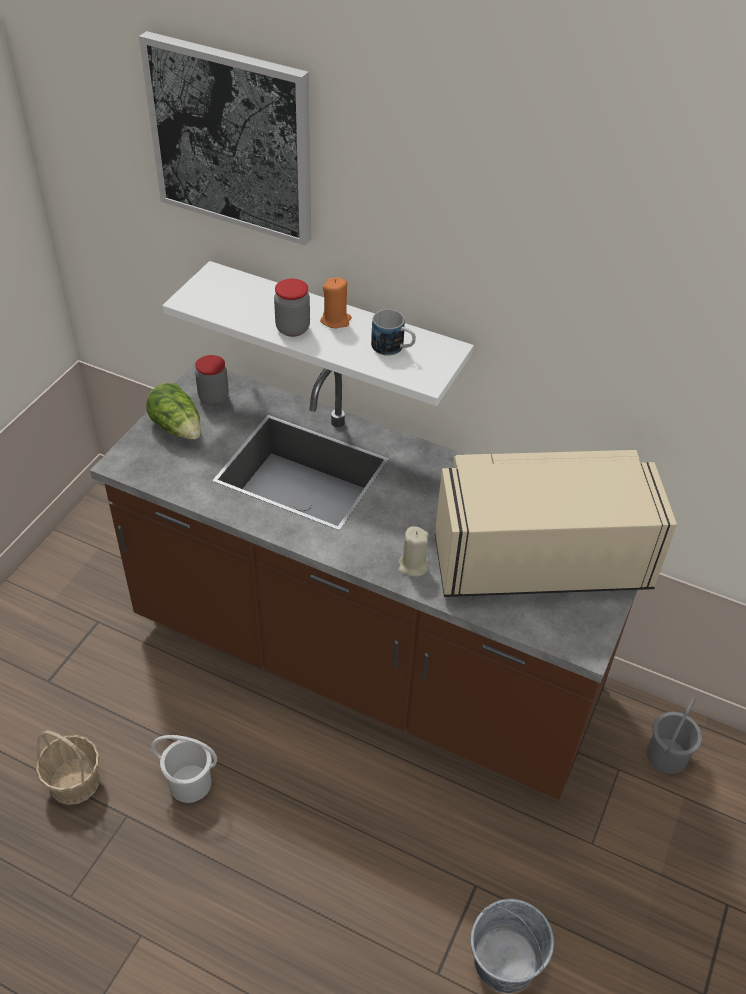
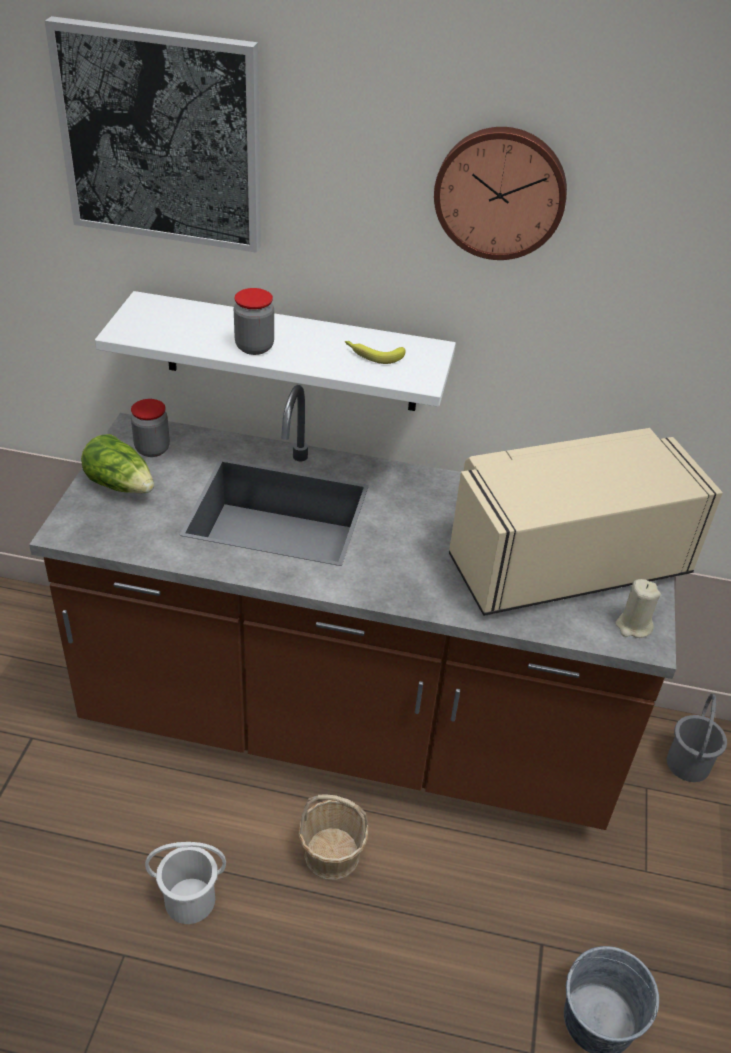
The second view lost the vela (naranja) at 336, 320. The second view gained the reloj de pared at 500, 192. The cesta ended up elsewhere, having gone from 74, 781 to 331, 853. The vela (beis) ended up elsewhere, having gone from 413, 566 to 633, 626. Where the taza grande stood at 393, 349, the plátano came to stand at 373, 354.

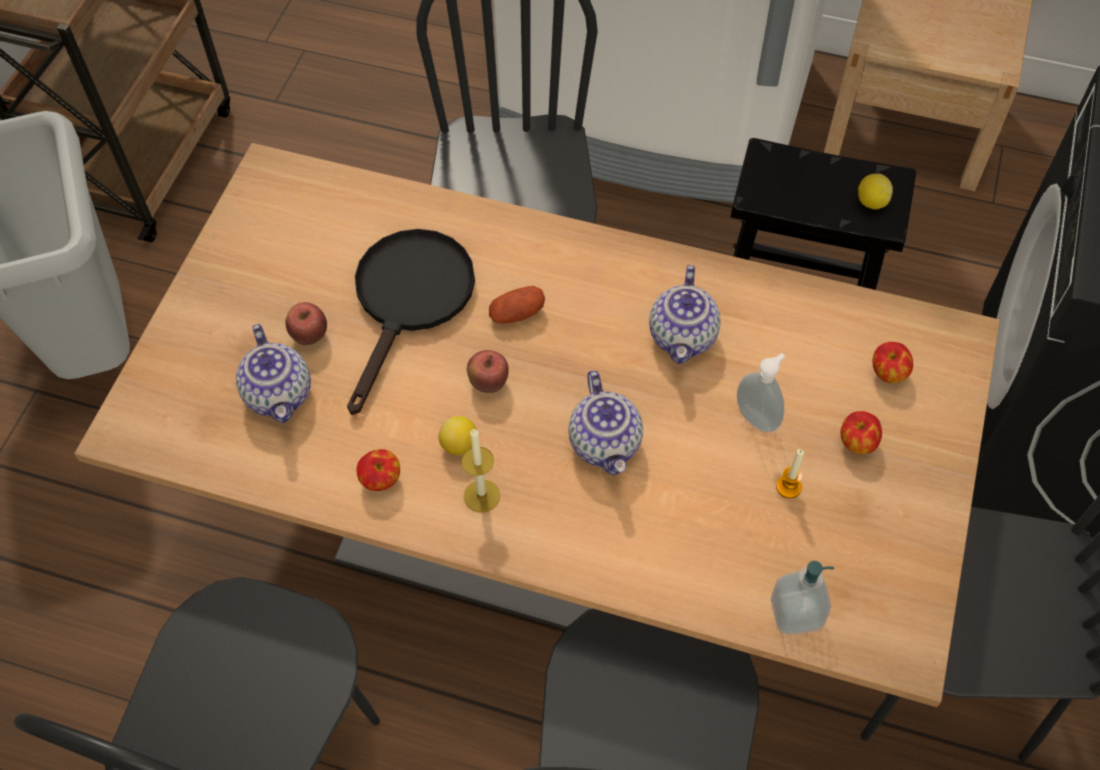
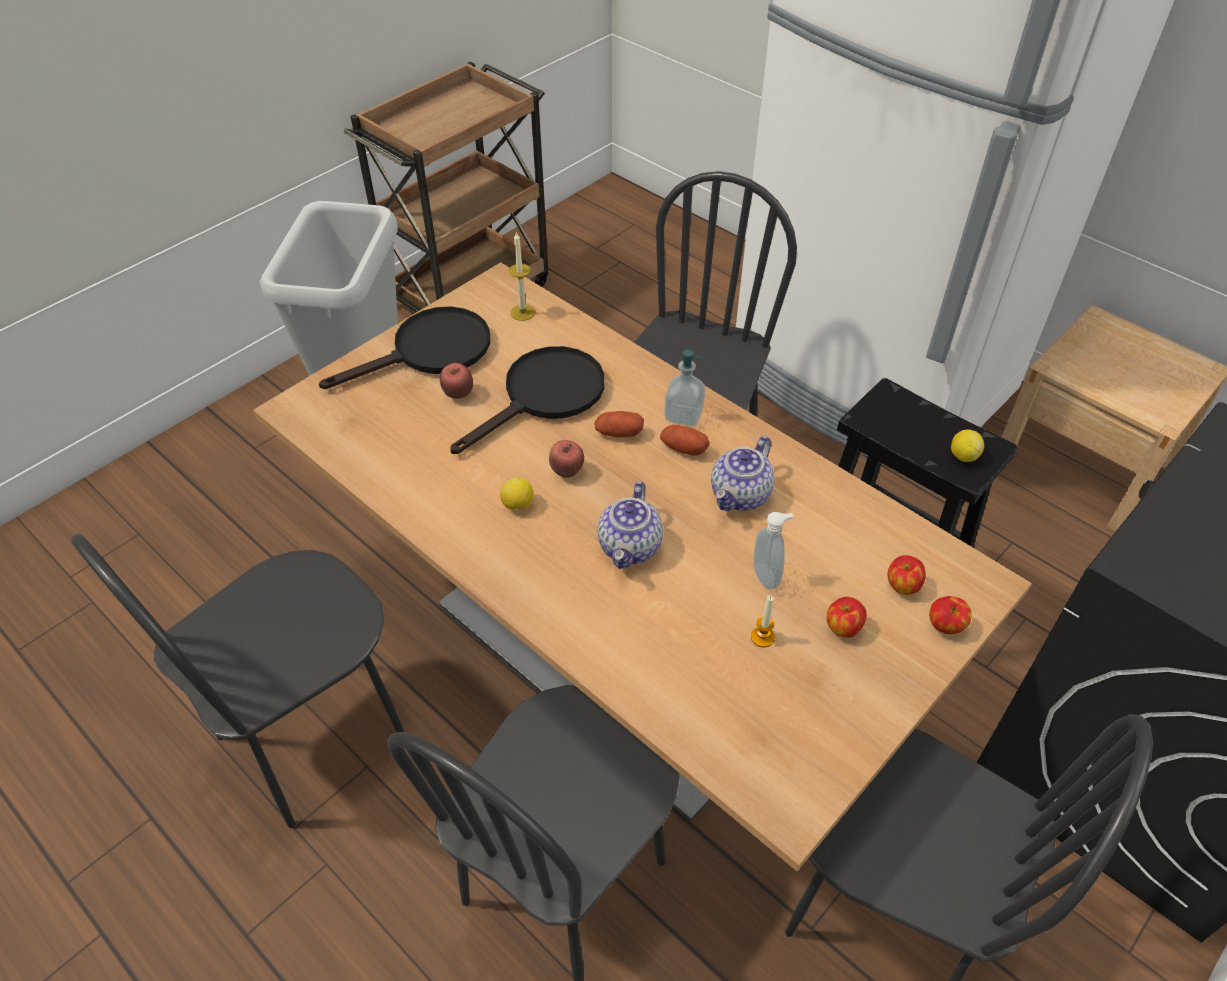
The second view lost the tetera at 280, 394. The second view gained the sartén (negro) at 430, 352. The second view gained the patata at 683, 448. The manzana ended up elsewhere, having gone from 381, 480 to 945, 626. The vela ended up elsewhere, having gone from 482, 496 to 523, 312. The dispensador de jabón ended up elsewhere, having gone from 796, 613 to 683, 415.

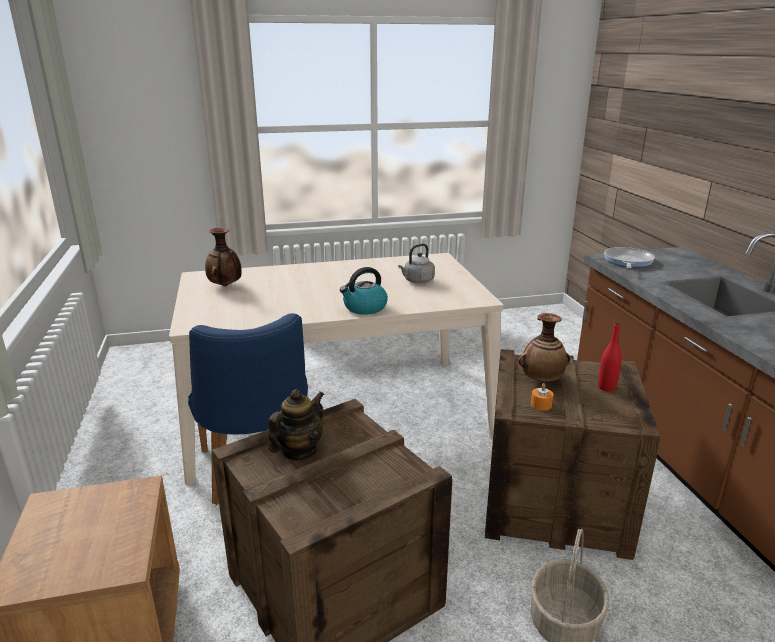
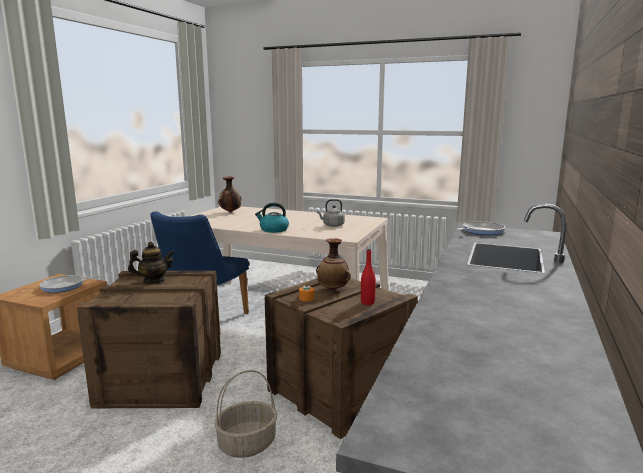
The second view gained the sartén at 65, 286.

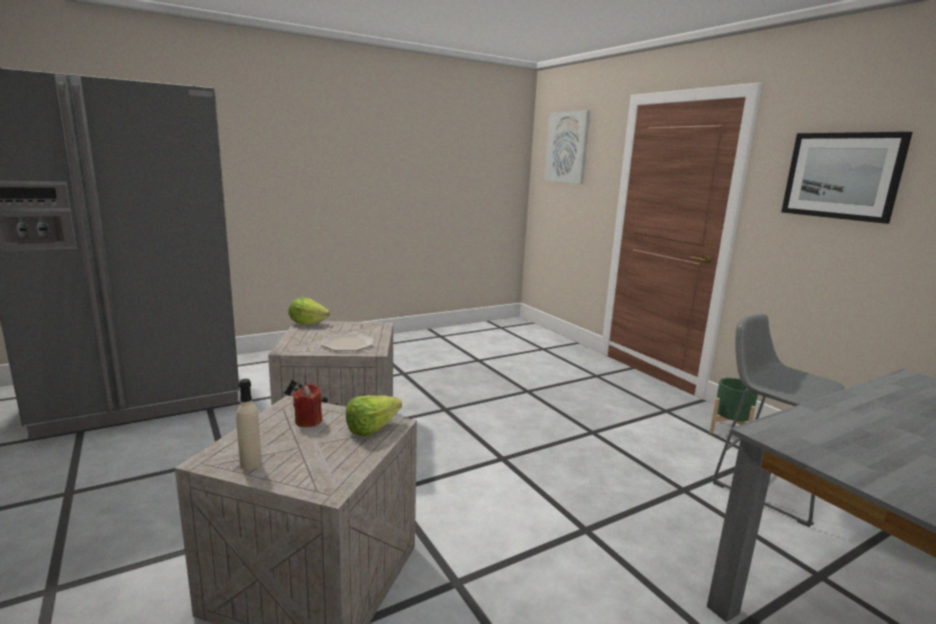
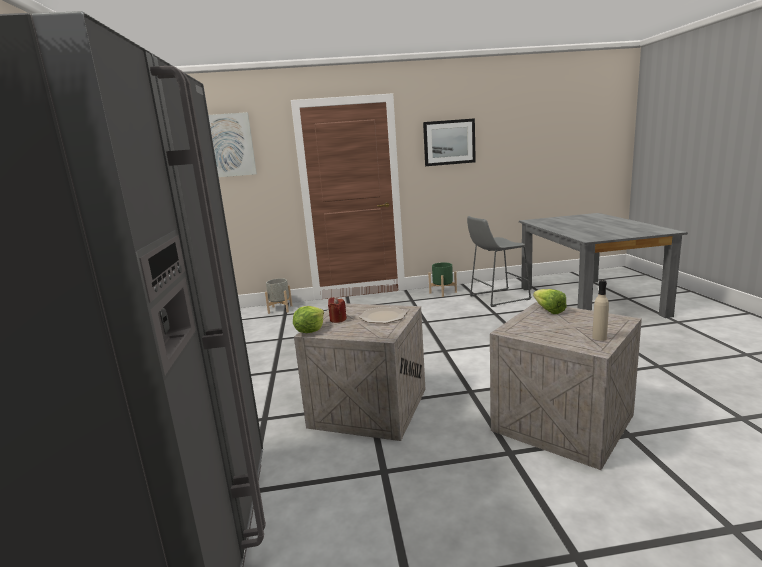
The second view gained the maceta (gris) at 280, 309. The vela (rojo) ended up elsewhere, having gone from 308, 421 to 338, 319.

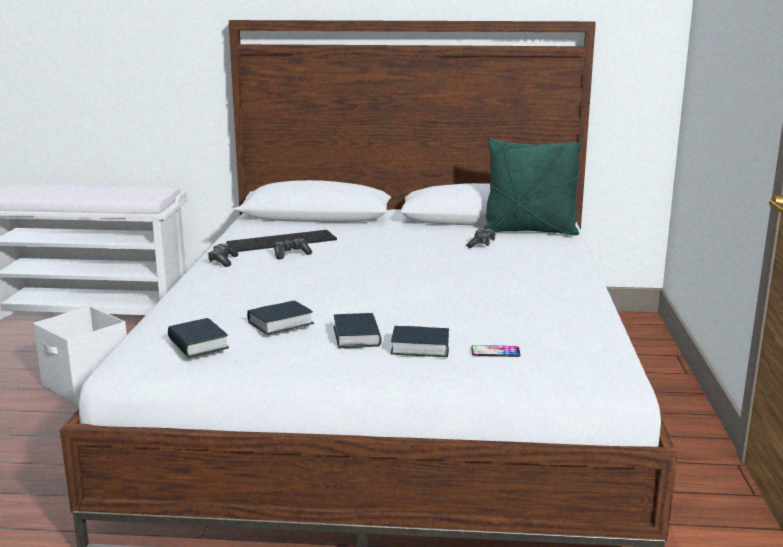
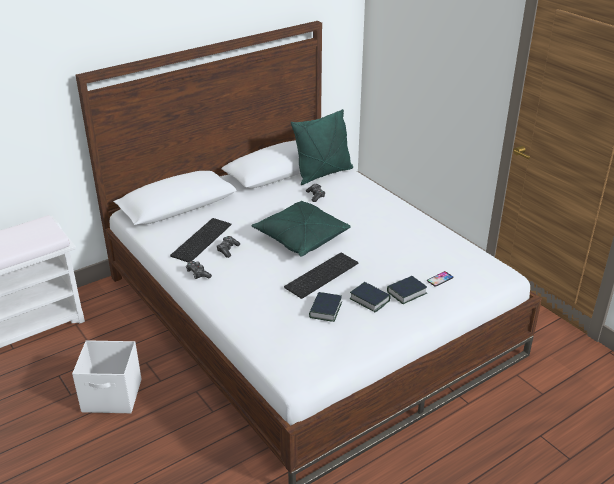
The second view lost the libro at 198, 344. The second view gained the cojín (verde) at 301, 238. The second view gained the teclado at 321, 274.

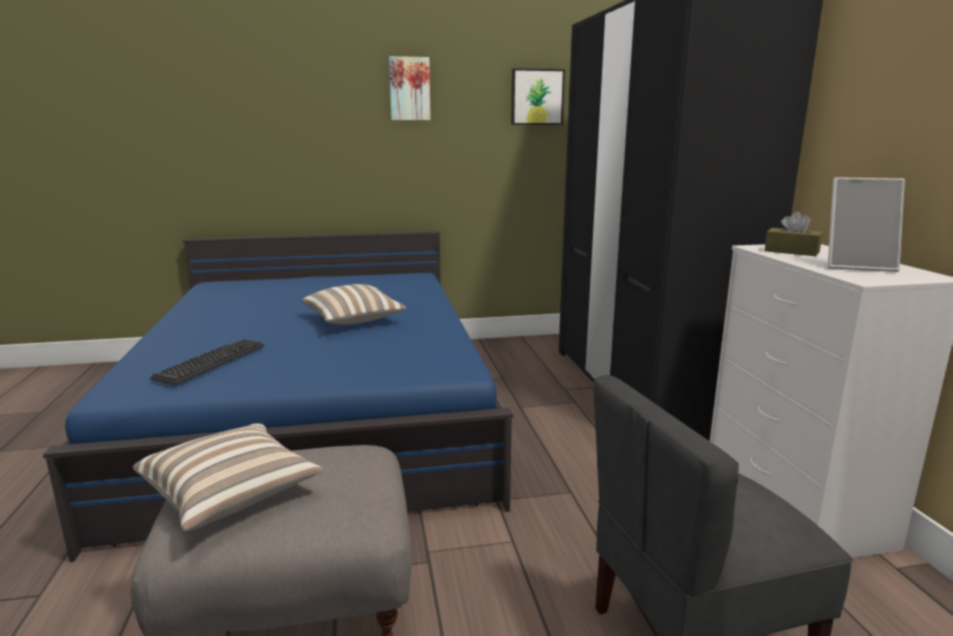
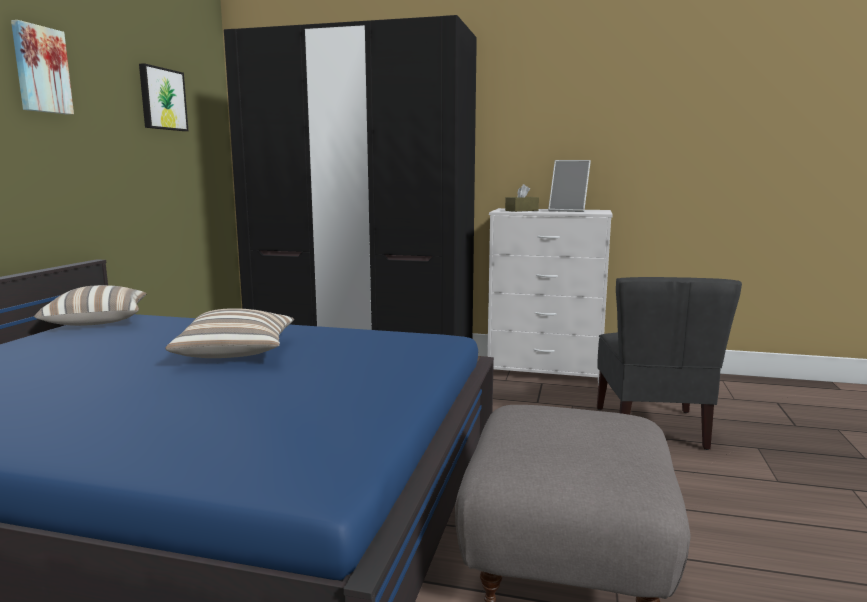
The second view lost the teclado at 211, 362. The cojín ended up elsewhere, having gone from 231, 494 to 97, 321. The portarretratos at 857, 266 ended up facing another way, 75 degrees clockwise from before.

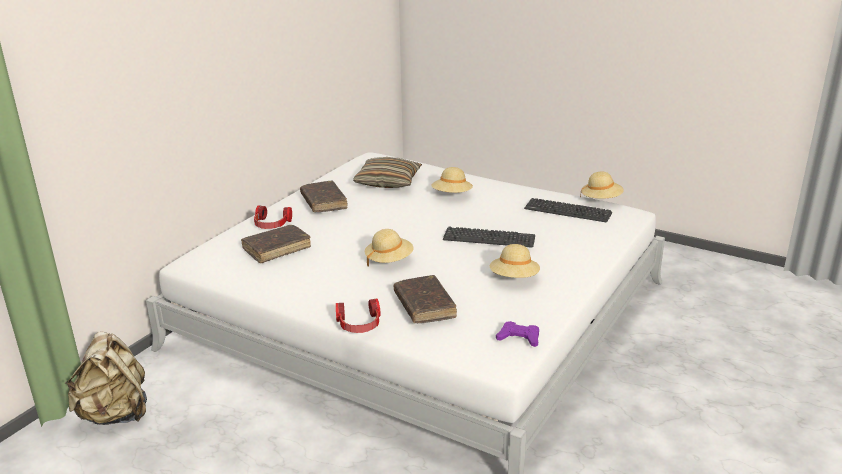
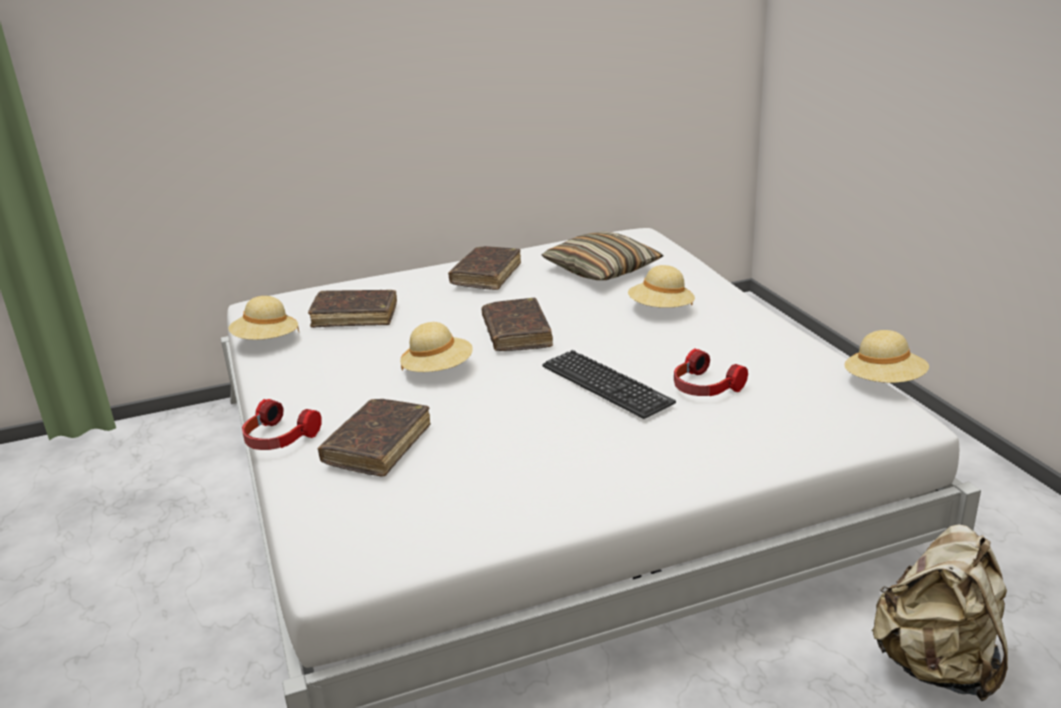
The second view lost the mando de consola (morado) at 519, 338. The second view lost the teclado at 567, 211. The second view gained the libro (marrón) at 516, 334. The mochila (beis) ended up elsewhere, having gone from 115, 414 to 937, 665. The auriculares ended up elsewhere, having gone from 271, 225 to 704, 388. The sombrero (beis) ended up elsewhere, having gone from 514, 278 to 266, 341.

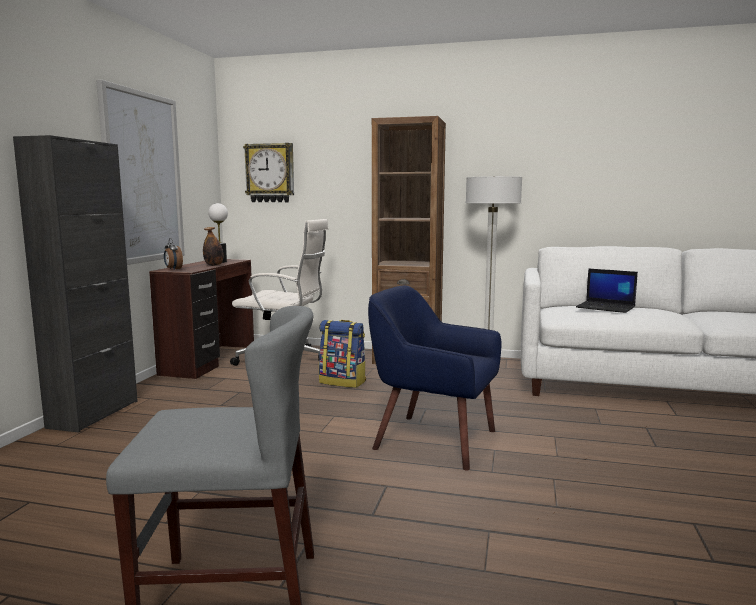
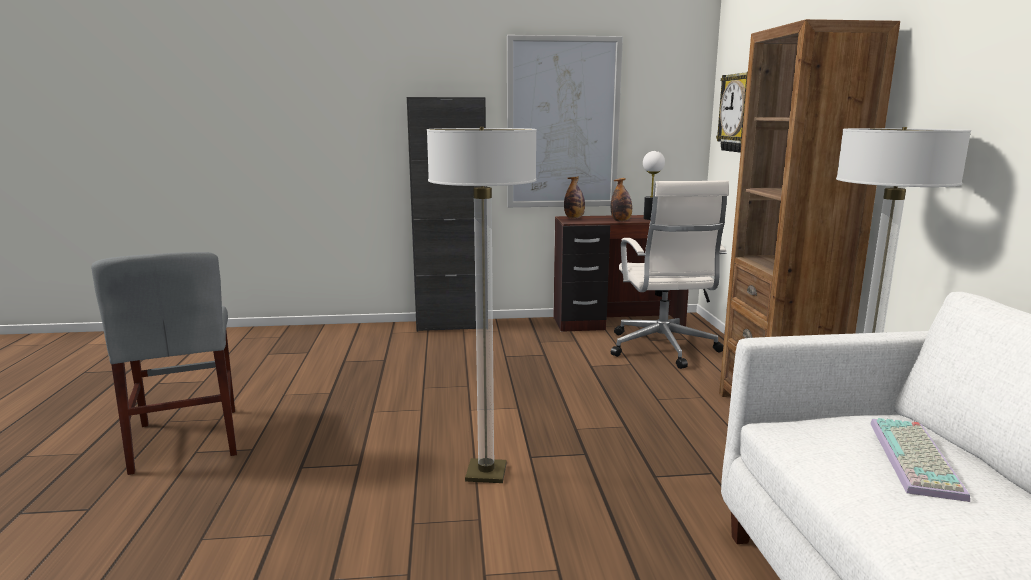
The second view lost the mochila at 343, 382. Where the despertador stood at 173, 269, the botella came to stand at 574, 218. Where the sillón (azul) stood at 433, 440, the lámpara de pie came to stand at 486, 473. Where the portátil stood at 606, 307, the teclado came to stand at 918, 459.

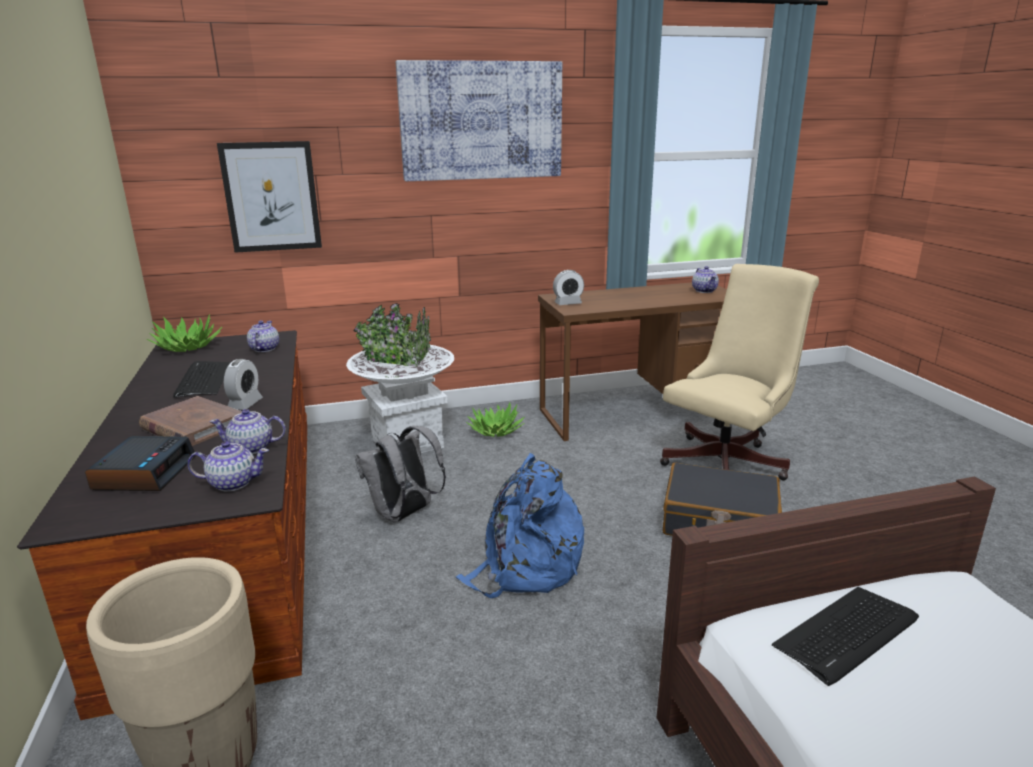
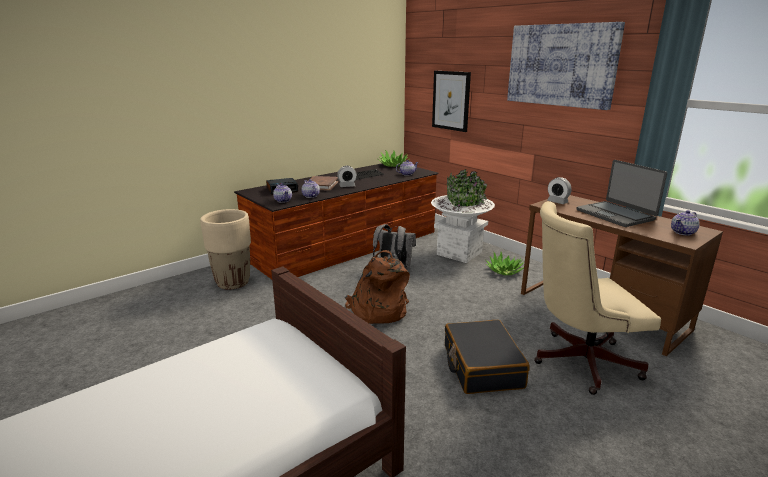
The second view lost the teclado at 847, 634. The second view gained the portátil at 615, 215. What was the mochila (azul) at 526, 566 turned into the mochila (marrón) at 377, 311. The silla de oficina (beis) at 729, 461 ended up facing another way, 150 degrees clockwise from before.

